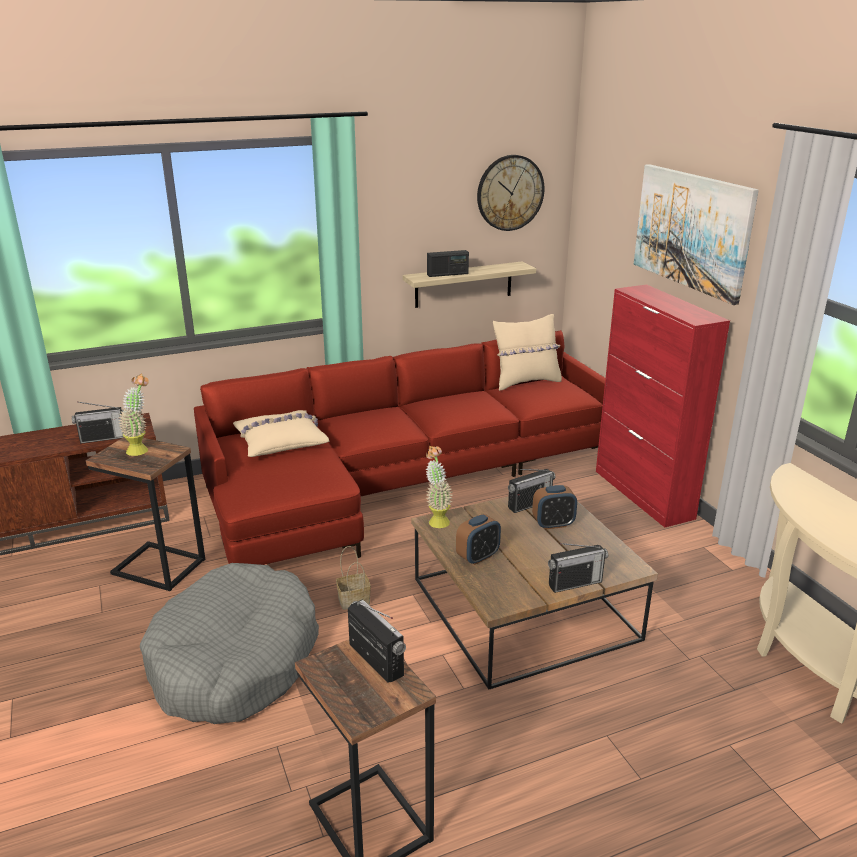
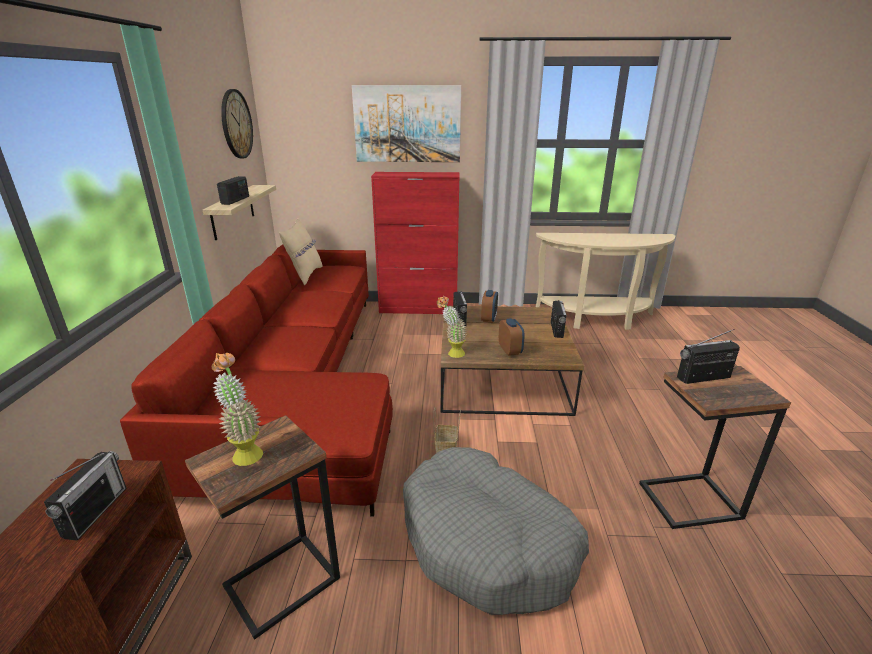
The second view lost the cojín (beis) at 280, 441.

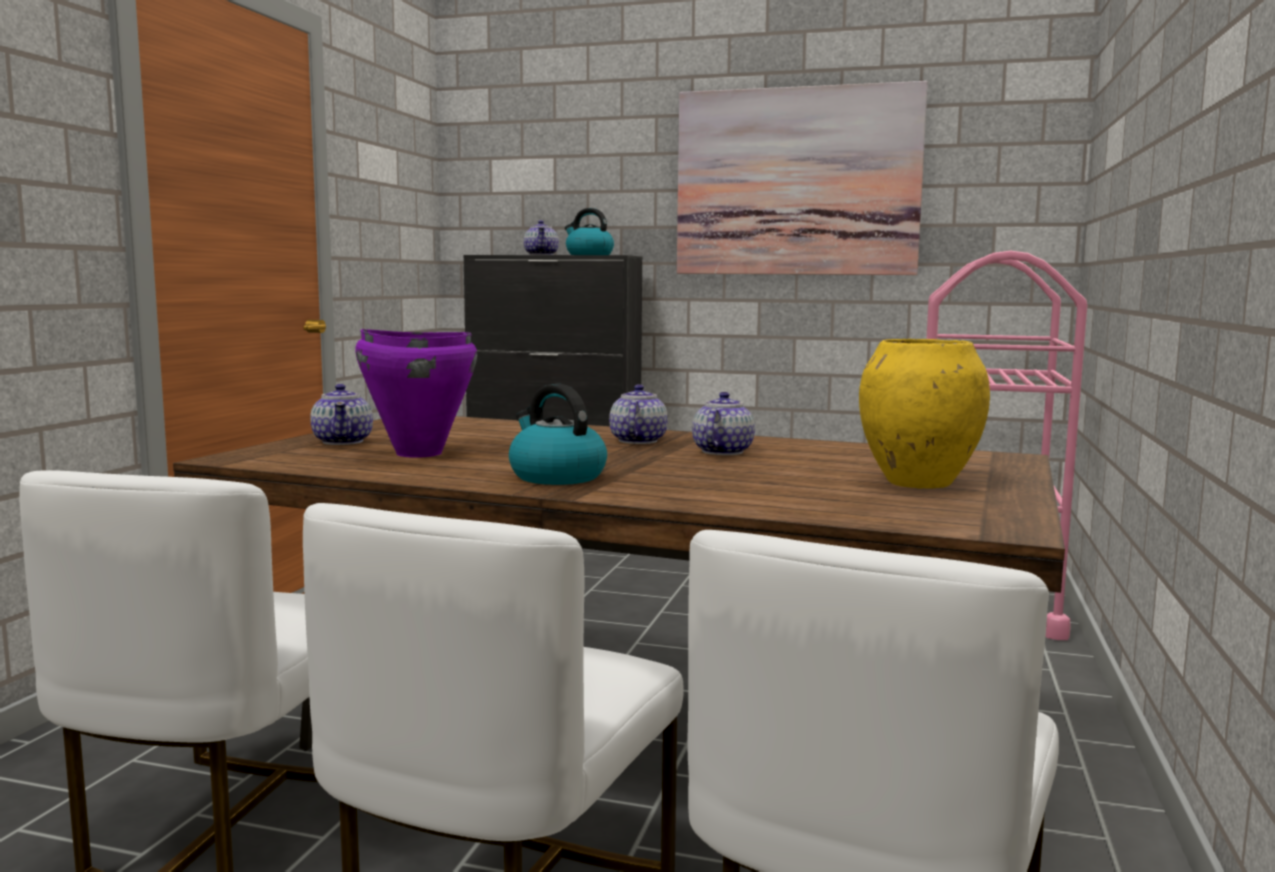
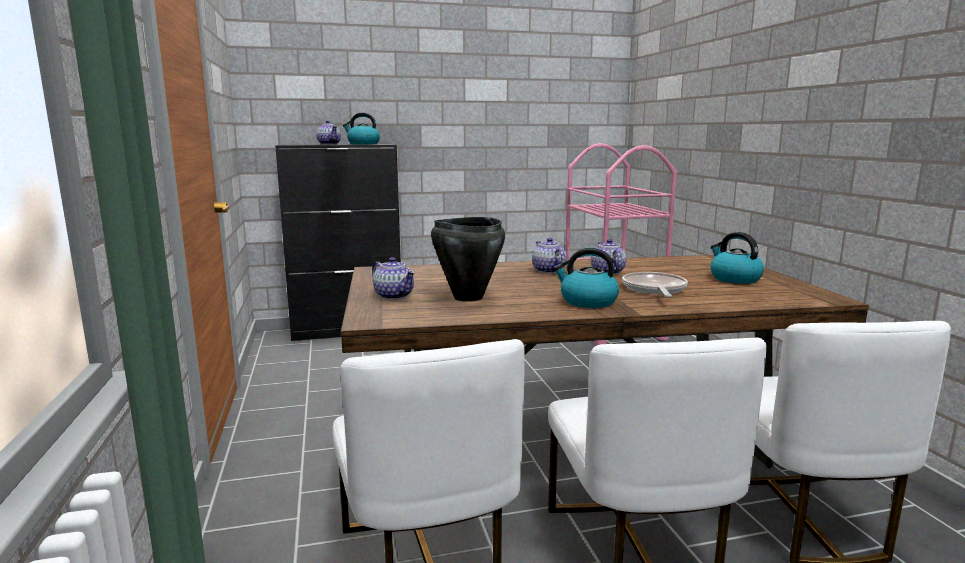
The second view lost the cuadro at 797, 182. The second view gained the sartén at 654, 289. Where the florero (amarillo) stood at 918, 483, the hervidor came to stand at 734, 279. What was the olla (morado) at 418, 453 turned into the olla (negro) at 467, 297.

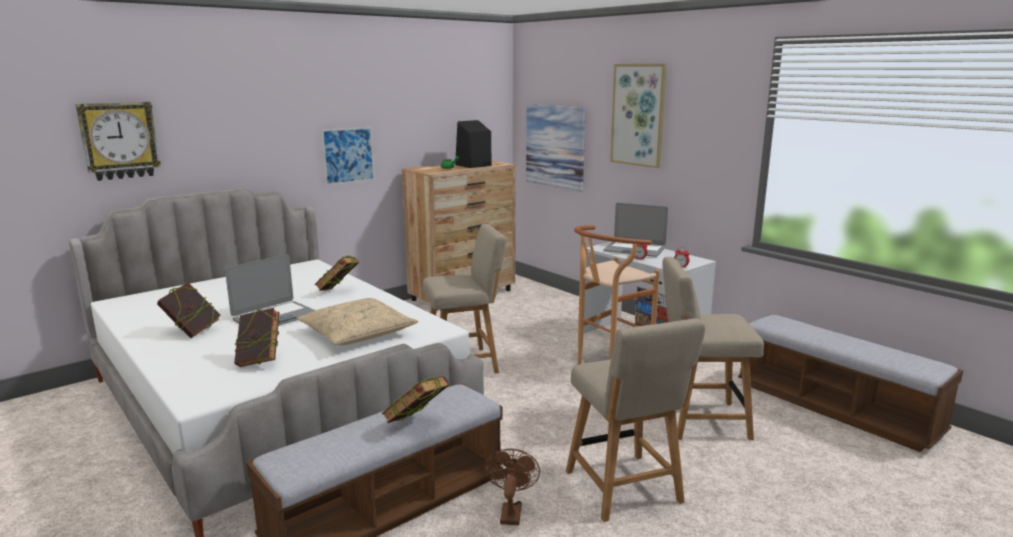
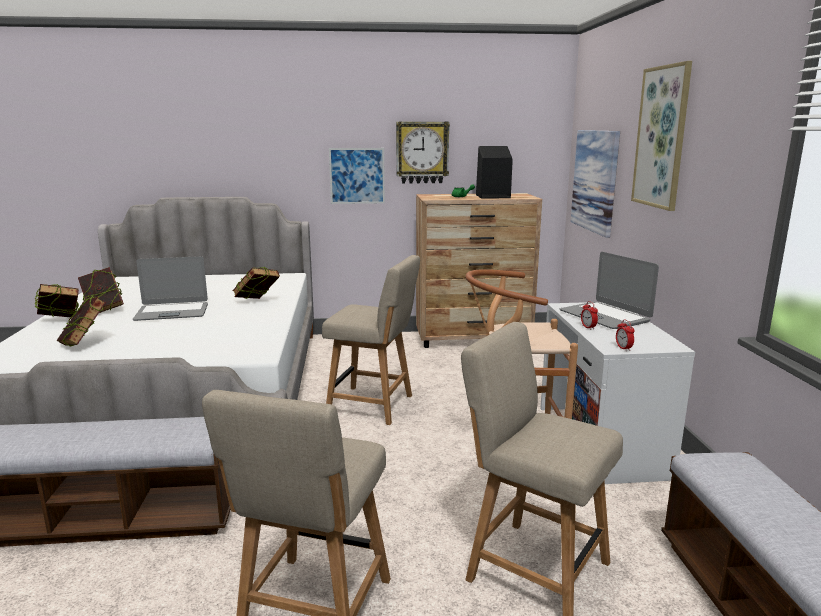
The second view lost the cojín (beis) at 357, 333. The second view lost the ventilador (marrón) at 511, 511. The reloj de pared ended up elsewhere, having gone from 119, 140 to 422, 152. The libro ended up elsewhere, having gone from 417, 425 to 61, 322.

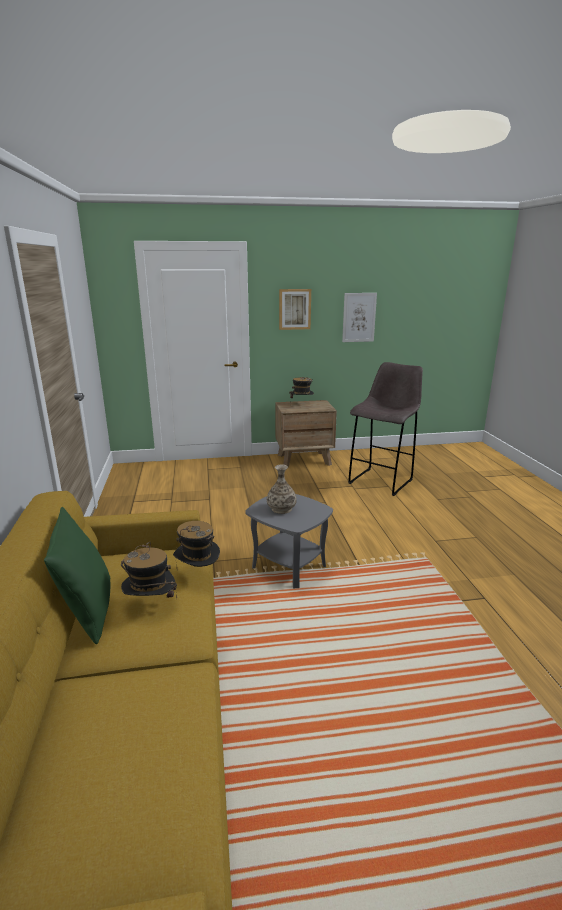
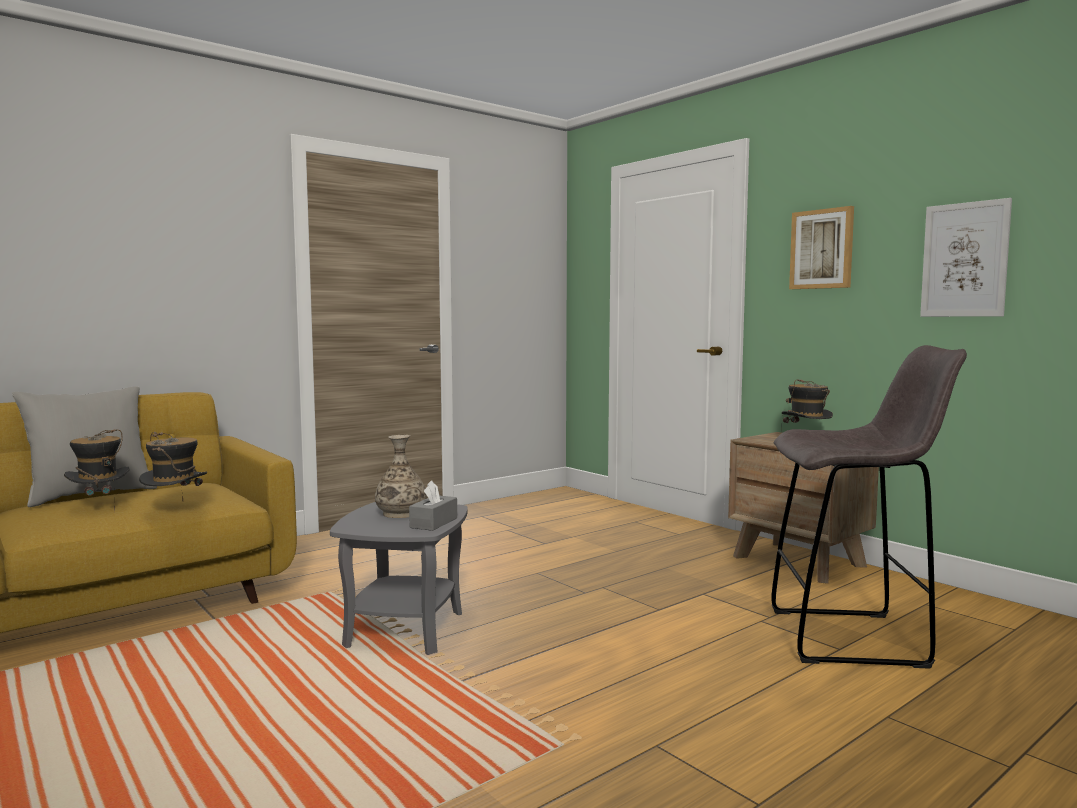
The second view gained the caja de pañuelos (gris) at 434, 523. What was the cojín (verde) at 88, 611 turned into the cojín (gris) at 91, 495.

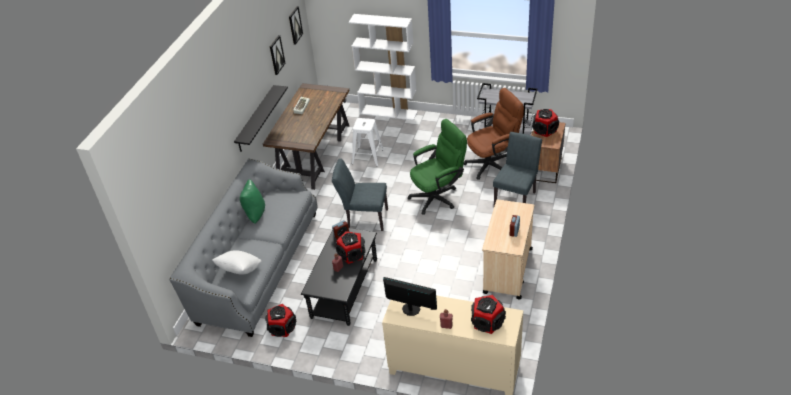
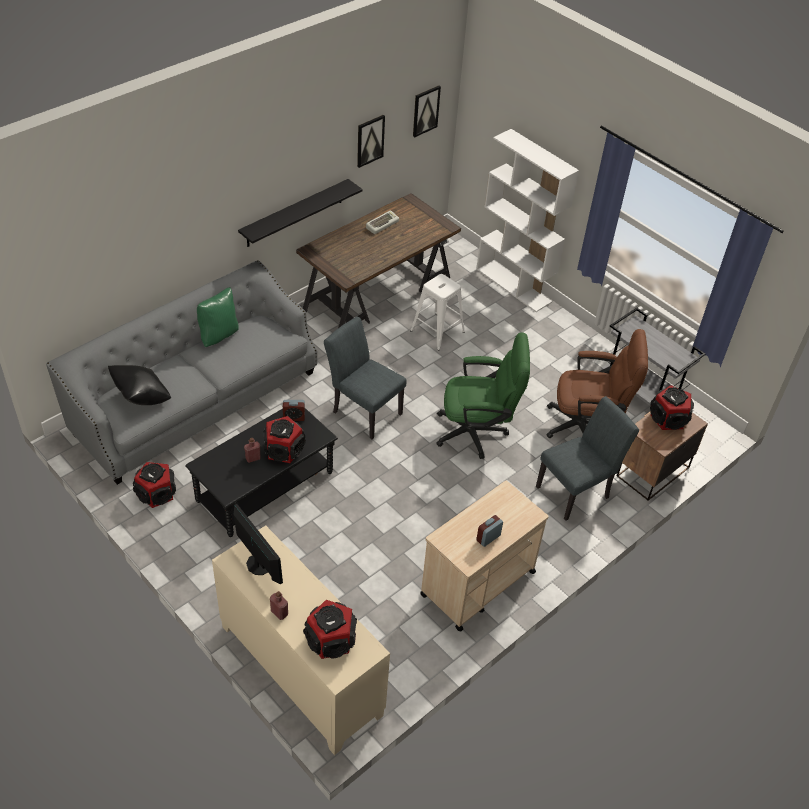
What was the cojín (blanco) at 240, 271 turned into the cojín (negro) at 141, 397.

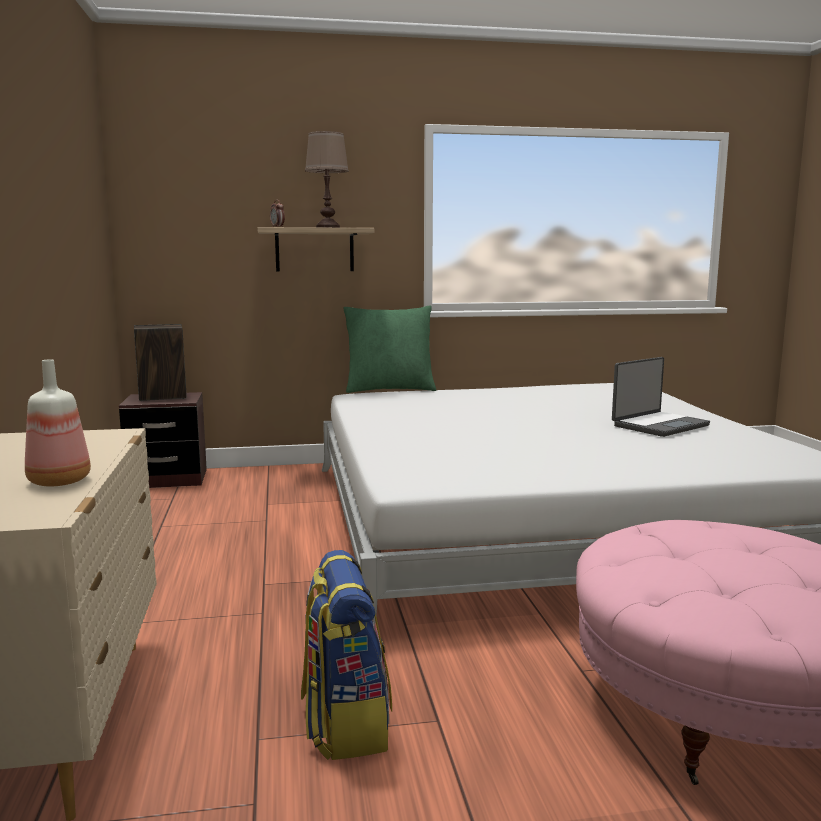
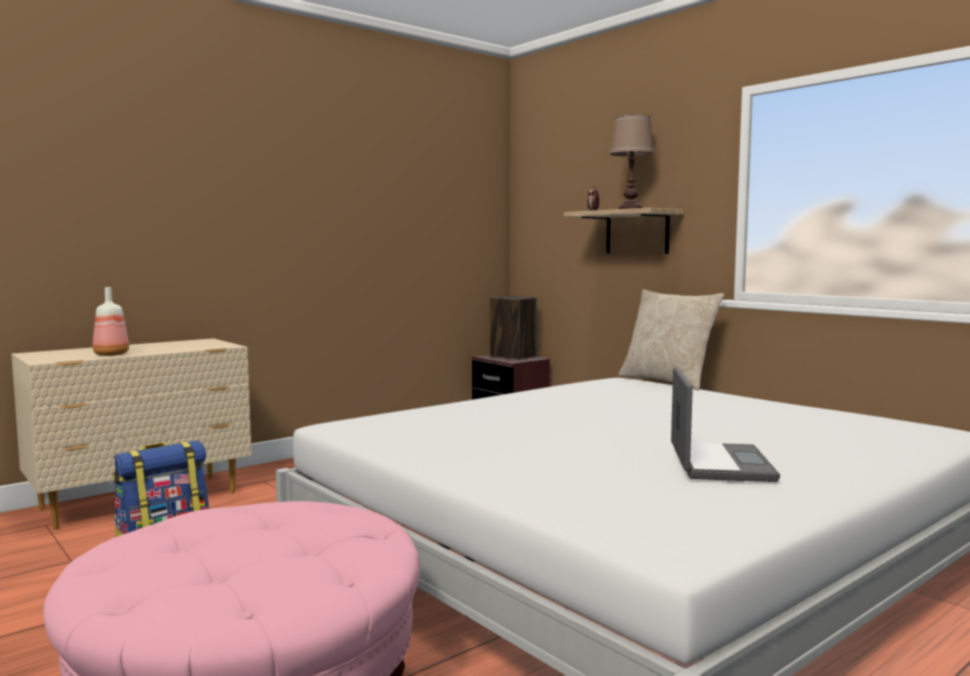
What was the cojín (verde) at 389, 389 turned into the cojín (beis) at 667, 381. The portátil at 659, 425 ended up facing another way, 105 degrees counterclockwise from before.

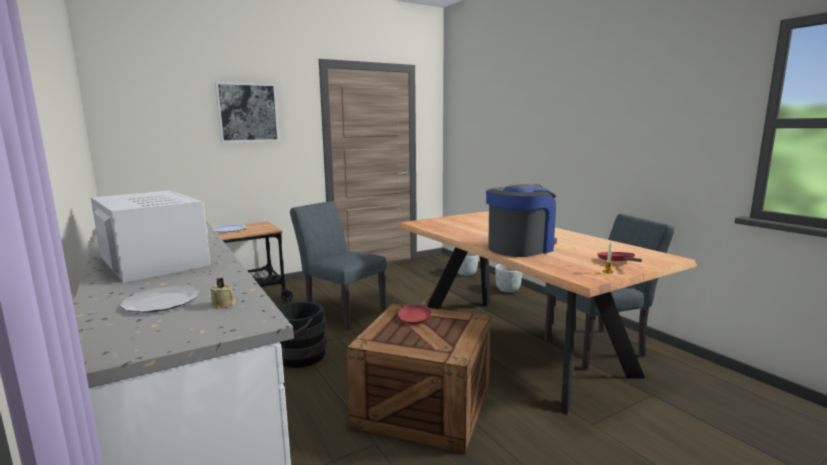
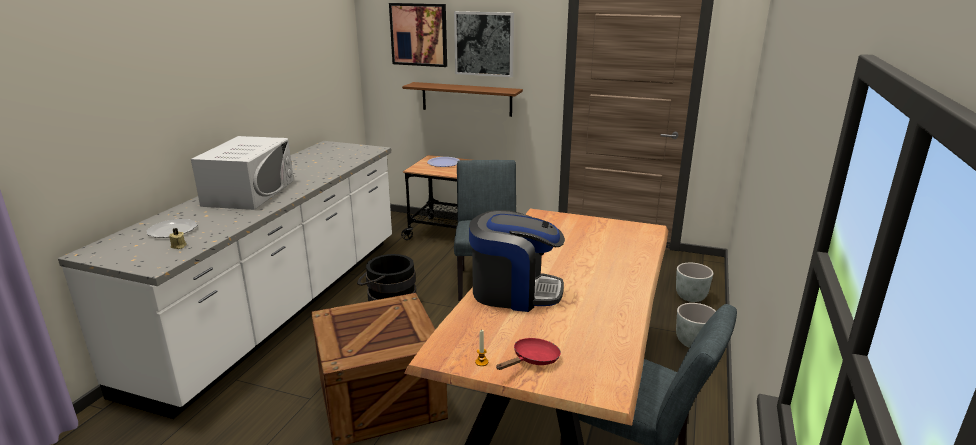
The second view lost the sartén (rojo) at 416, 317. The second view gained the cuadro at 419, 34. The second view gained the estante (marrón) at 466, 99.

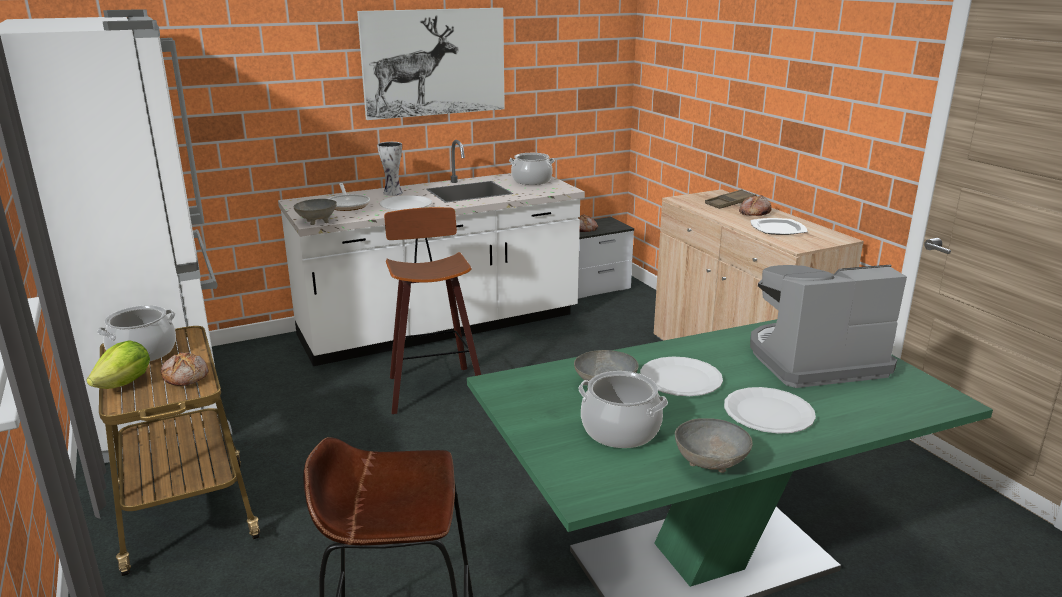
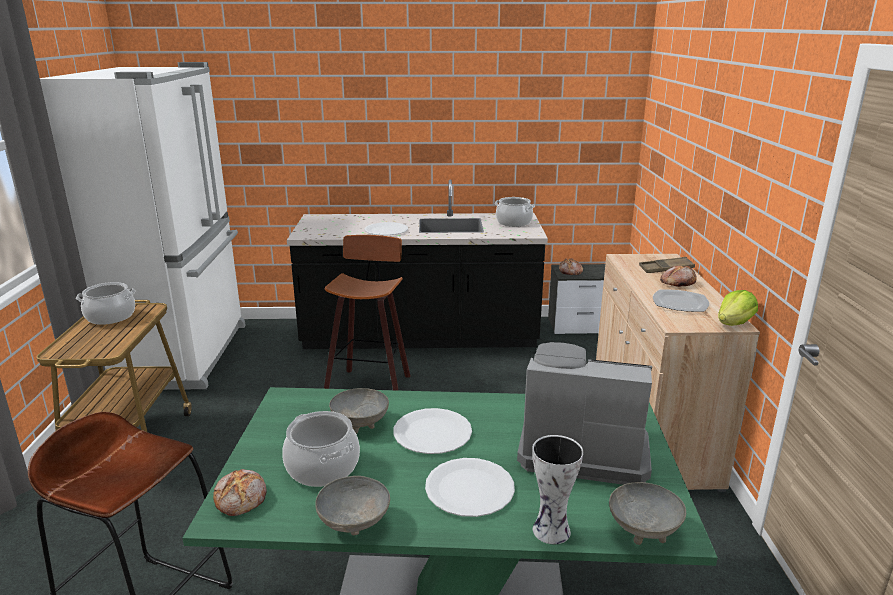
The second view lost the sartén at 348, 205. The second view lost the cuadro at 434, 62. The lechuga ended up elsewhere, having gone from 125, 383 to 734, 324. The pan ended up elsewhere, having gone from 186, 376 to 242, 499. The cuenco (gris) ended up elsewhere, having gone from 317, 221 to 644, 530. The florero ended up elsewhere, having gone from 393, 193 to 552, 532. What was the mueble bajo de cocina (blanco) at 440, 327 turned into the mueble bajo de cocina (negro) at 420, 337.

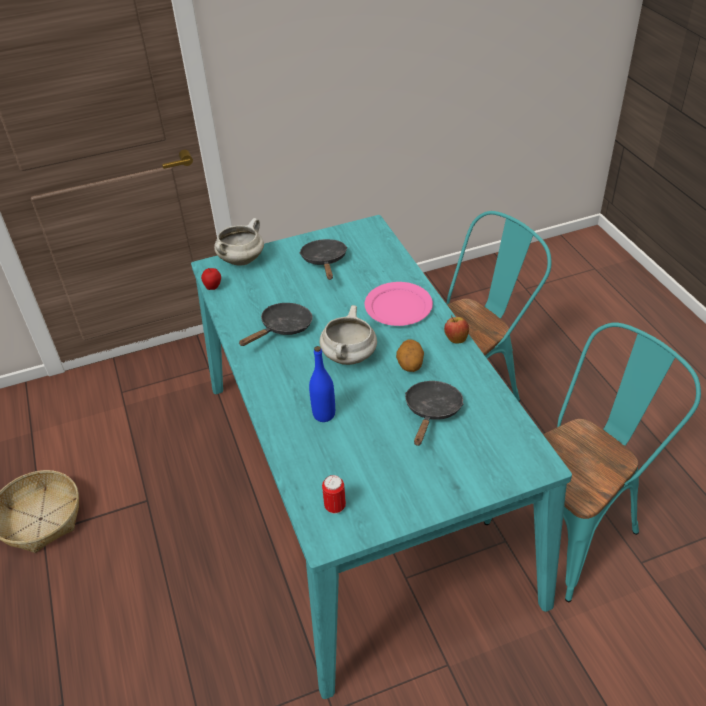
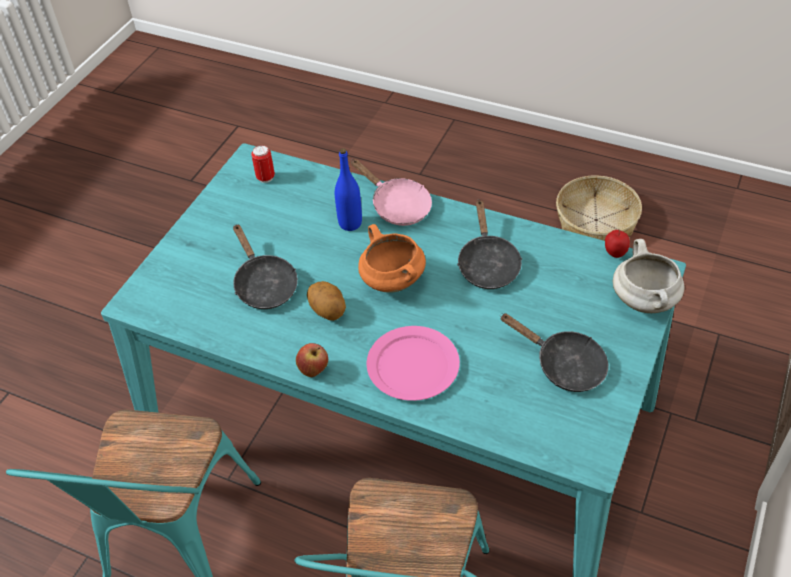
The second view gained the sartén (rosa) at 397, 206. What was the olla (blanco) at 349, 357 turned into the olla (naranja) at 391, 280.

